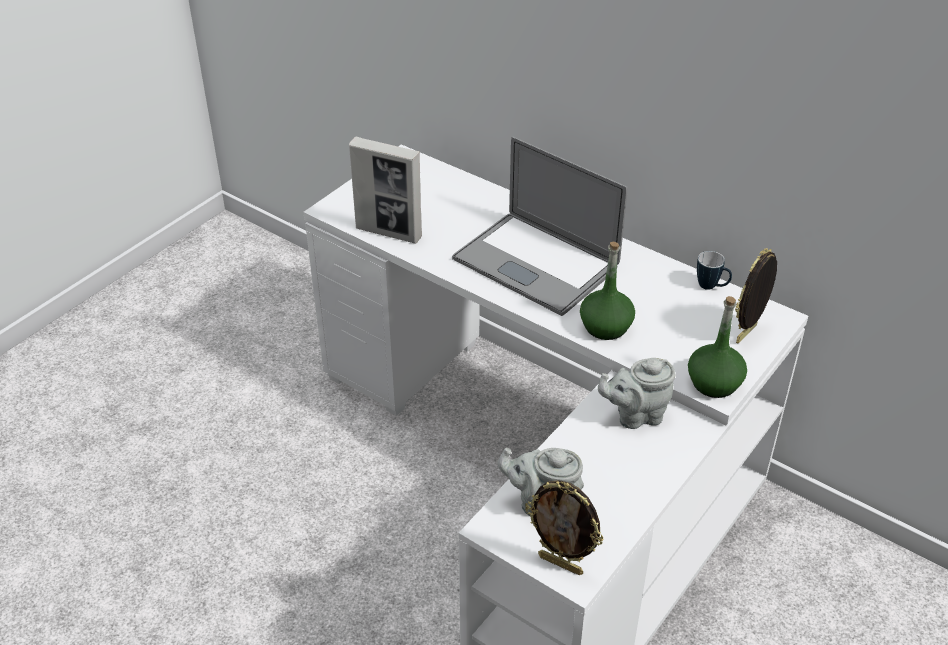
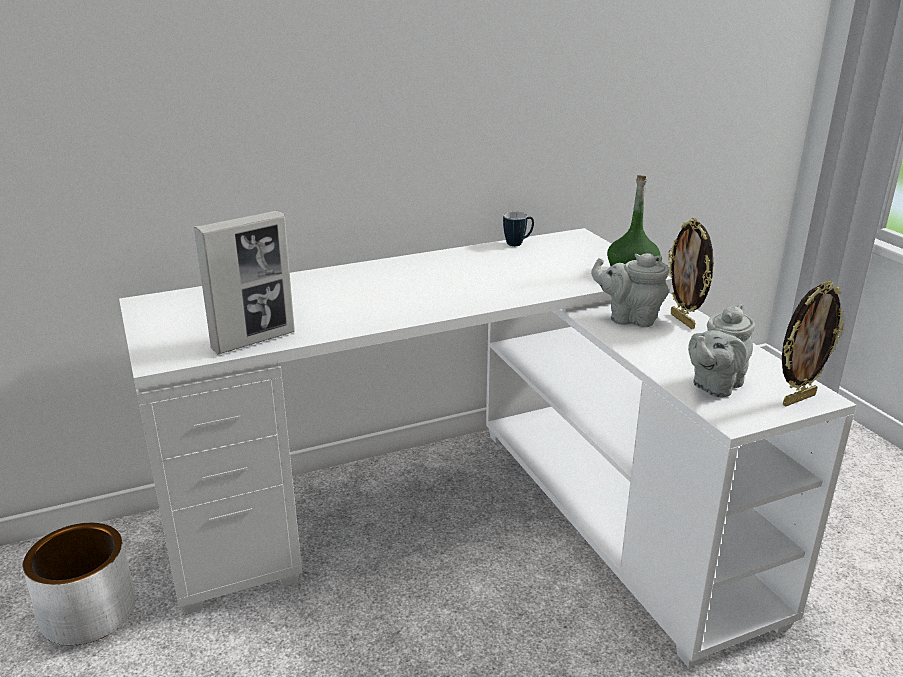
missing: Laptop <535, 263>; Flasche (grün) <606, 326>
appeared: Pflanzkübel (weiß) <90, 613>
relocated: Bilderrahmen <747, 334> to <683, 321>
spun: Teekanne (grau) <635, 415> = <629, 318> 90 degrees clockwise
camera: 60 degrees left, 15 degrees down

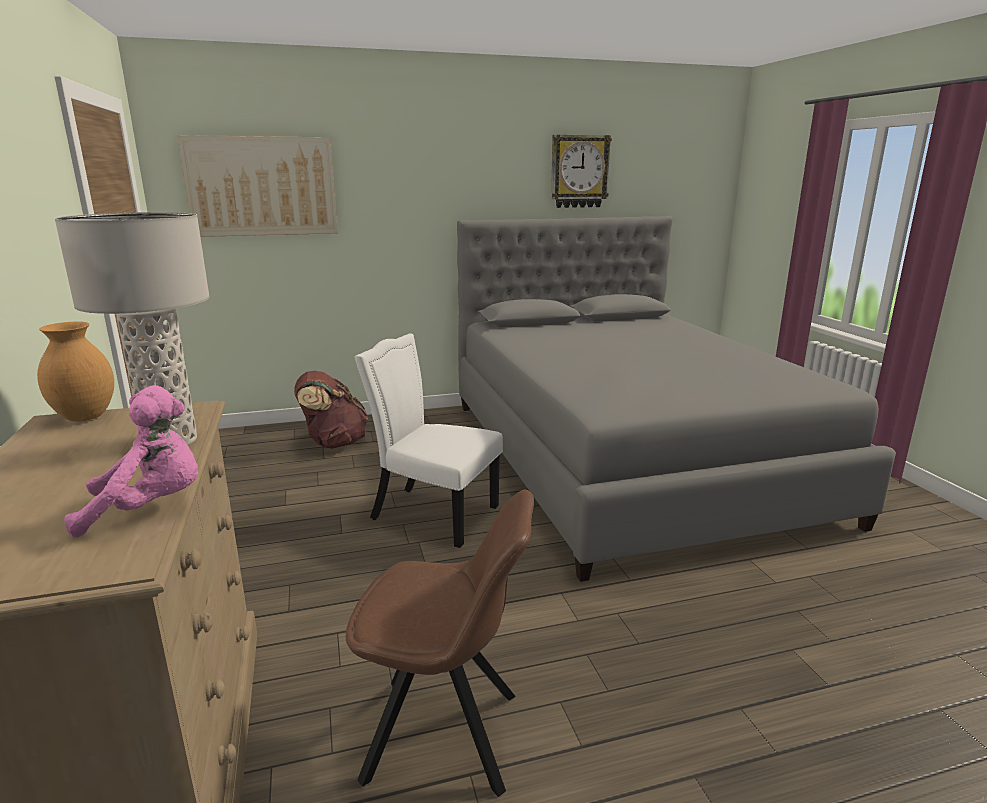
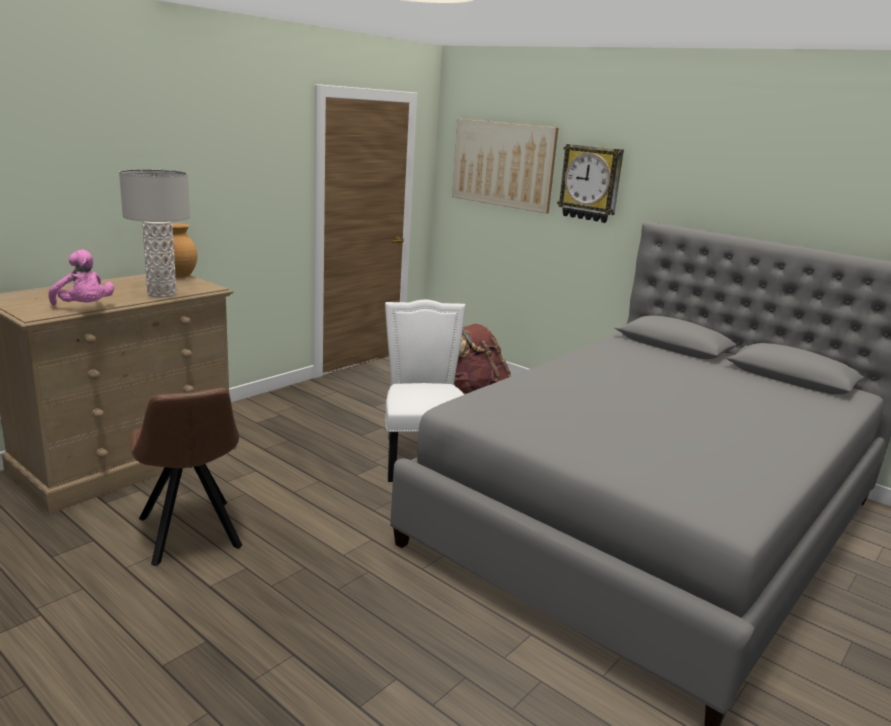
relocated: Wanduhr <579, 171> to <590, 183>
camera: 55 degrees right, 0 degrees up

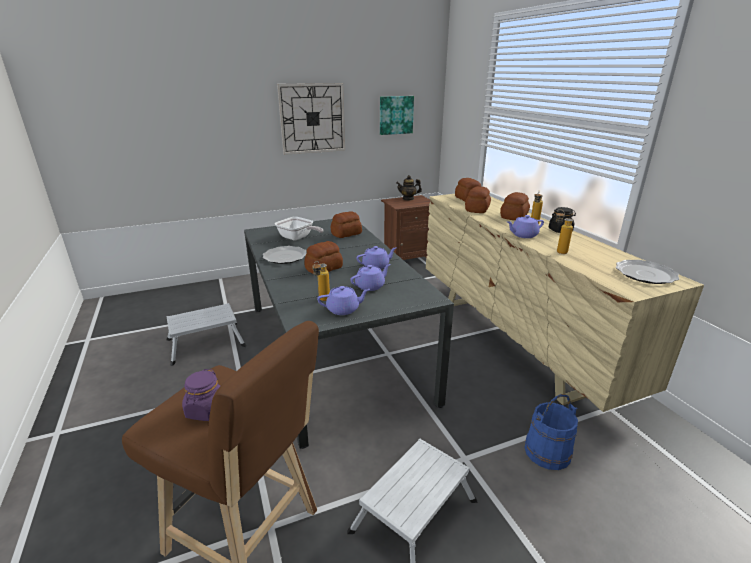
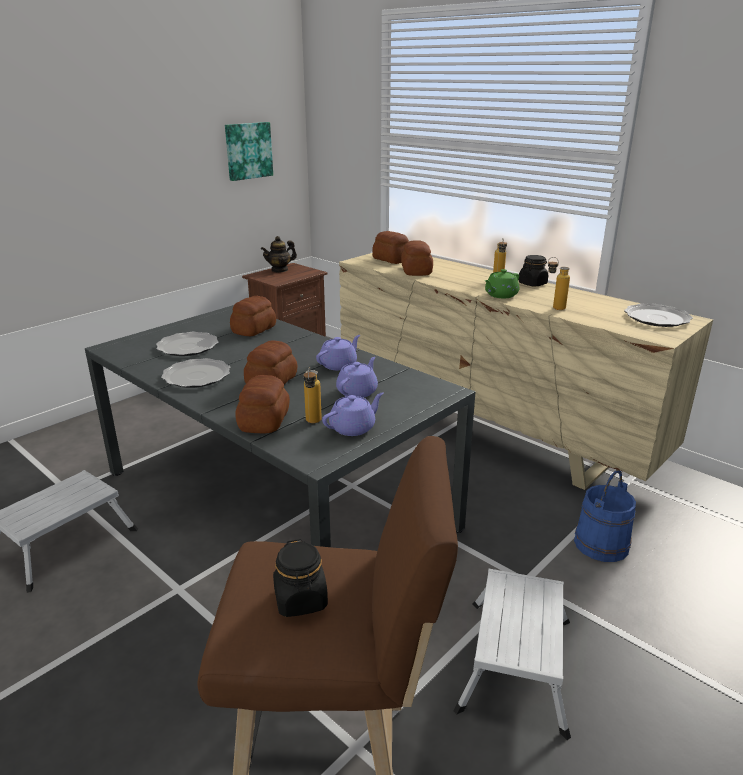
missing: Wanduhr <312, 118>
relocated: Brot <513, 216> to <263, 421>
exchanged: Pfanne <298, 238> to Teller <188, 347>
colour: Vorratsglas (lila) <206, 410> to Vorratsglas (schwarz) <301, 600>; Teekanne (lila) <523, 235> to Teekanne (grün) <500, 295>
camera: 25 degrees left, 0 degrees up

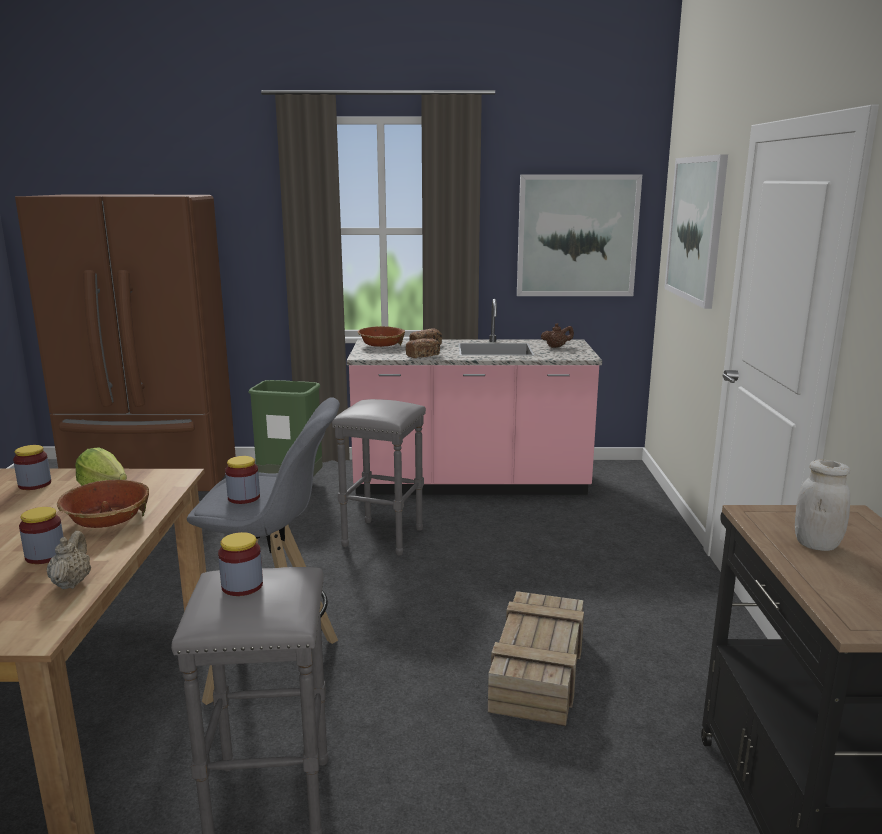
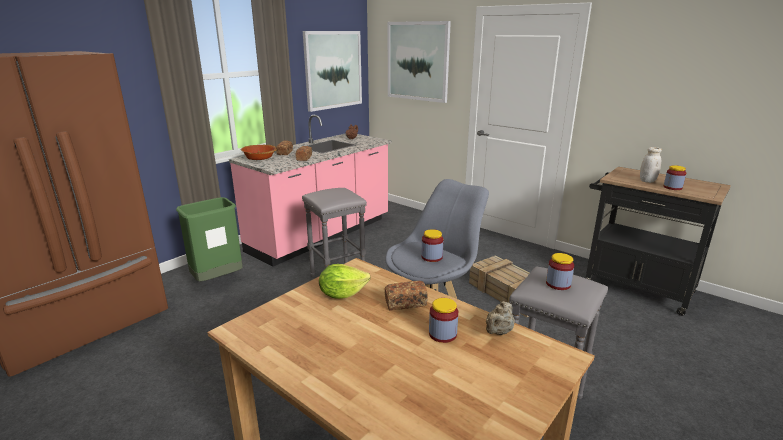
relocated: Vorratsglas <35, 484> to <672, 187>
exchanged: Schüssel <107, 520> to Brot <405, 303>
spun: Teekanne (beige) <72, 583> = <498, 332> 90 degrees counterclockwise
camera: 50 degrees left, 5 degrees up

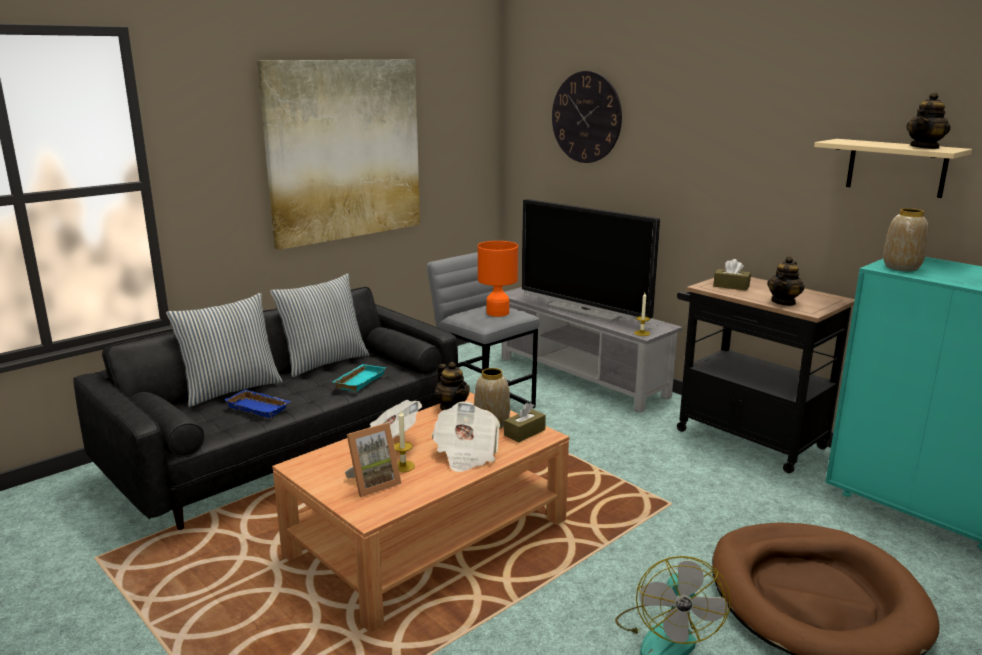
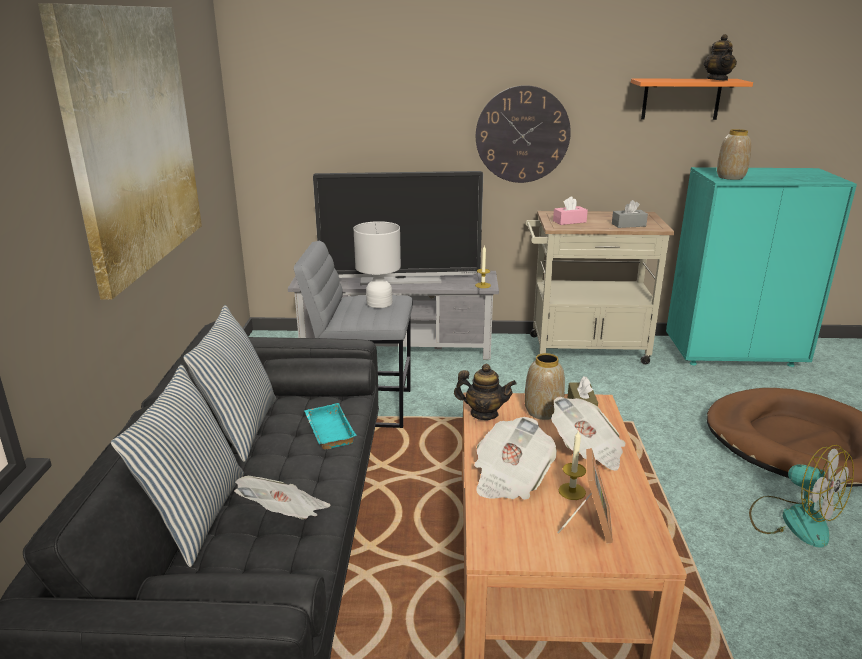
relocated: Wanduhr <586, 117> to <522, 135>
exchanged: Tablett (blau) <260, 407> to Zeitung <285, 516>; Teekanne <784, 302> to Taschentuchbox (grau) <628, 225>
colour: Tischlampe (orange) <497, 313> to Tischlampe (grau) <379, 303>; Rollwagen (schwarz) <746, 438> to Rollwagen (beige) <583, 349>; Taschentuchbox (braun) <731, 286> to Taschentuchbox (rosa) <569, 221>; Wandregal (beige) <896, 168> to Wandregal (orange) <681, 99>
camera: 45 degrees left, 5 degrees up

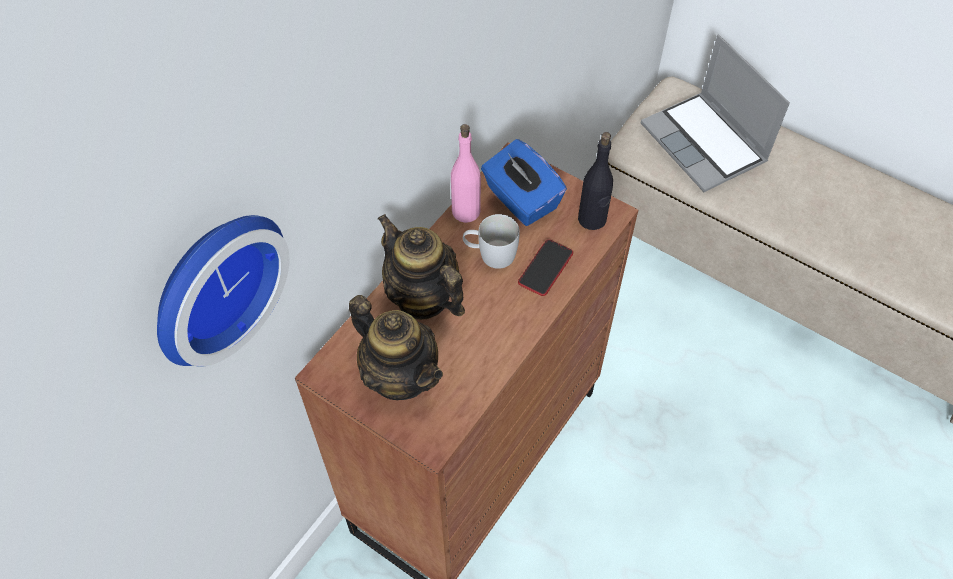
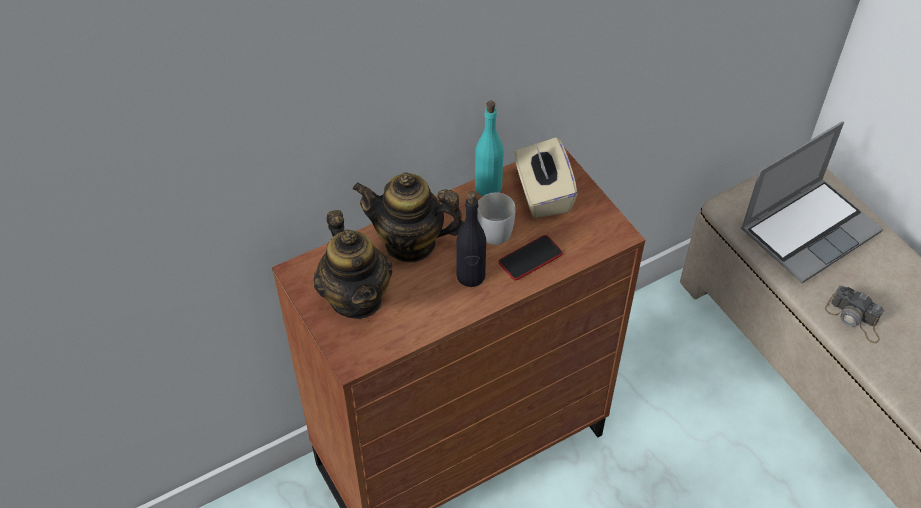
missing: Wanduhr <212, 283>
appeared: Kamera <854, 319>
relocated: Flasche (schwarz) <592, 219> to <470, 276>
colour: Flasche (rosa) <466, 211> to Flasche (türkis) <488, 187>; Taschentuchbox (blau) <521, 200> to Taschentuchbox (beige) <542, 194>
spun: Teekanne <422, 297> = <410, 243> 60 degrees counterclockwise; Laptop <705, 144> = <809, 230> 120 degrees counterclockwise
camera: 25 degrees right, 5 degrees down

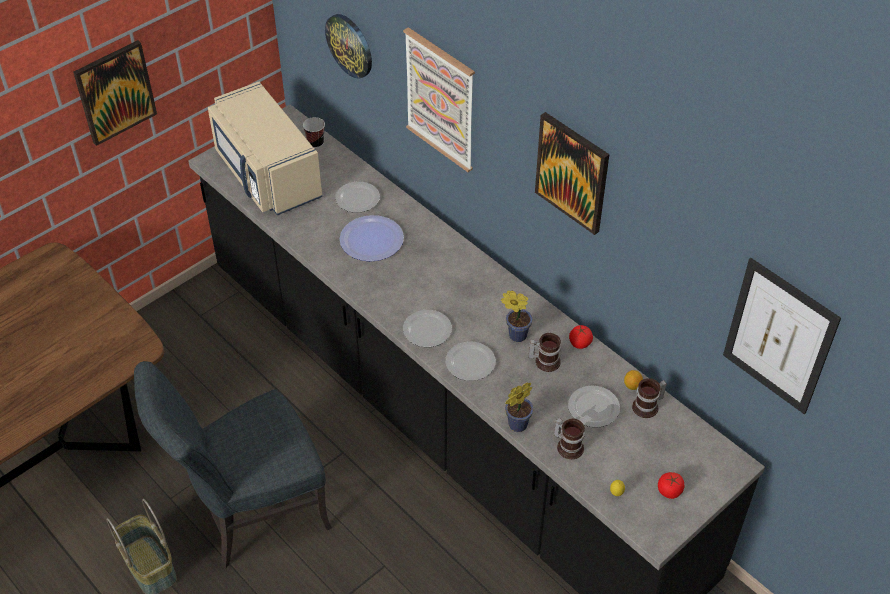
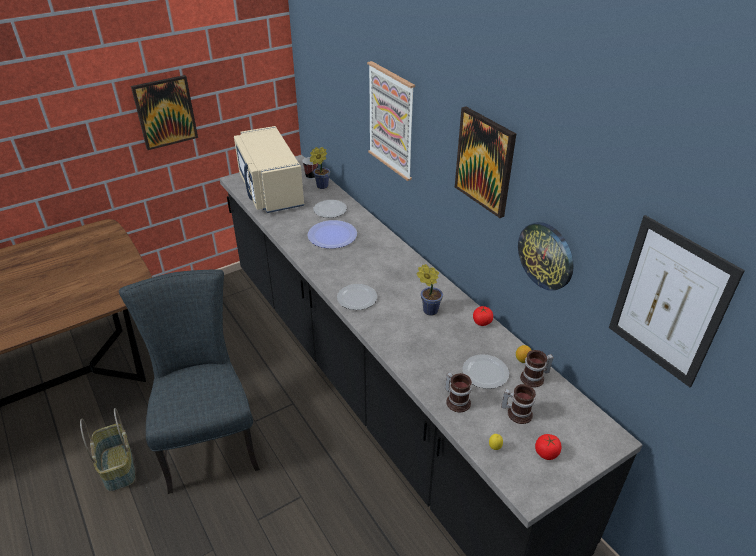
missing: Teller <469, 363>
relocated: Topfpflanze <515, 425> to <320, 186>; Henkelbecher <545, 360> to <517, 412>; Wanduhr <350, 45> to <546, 255>
spun: Stuhl (grau) <250, 513> = <208, 438> 90 degrees clockwise
camera: 10 degrees right, 10 degrees down

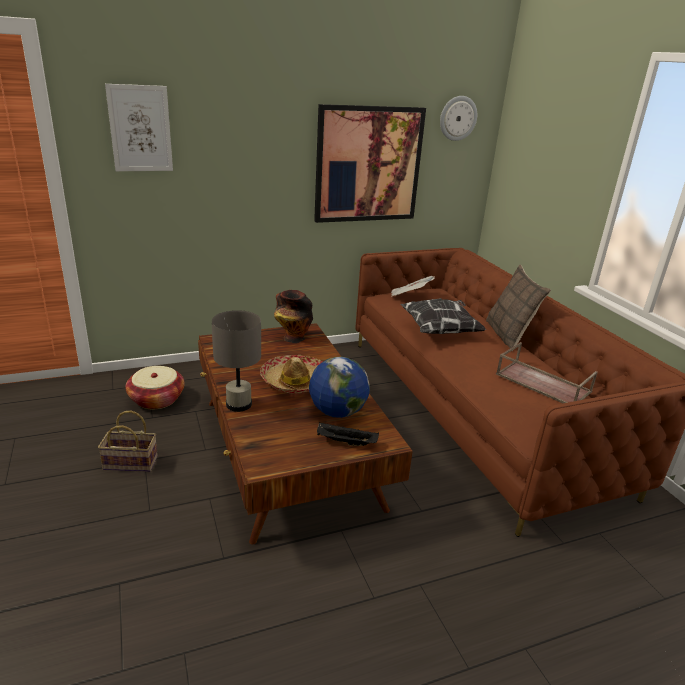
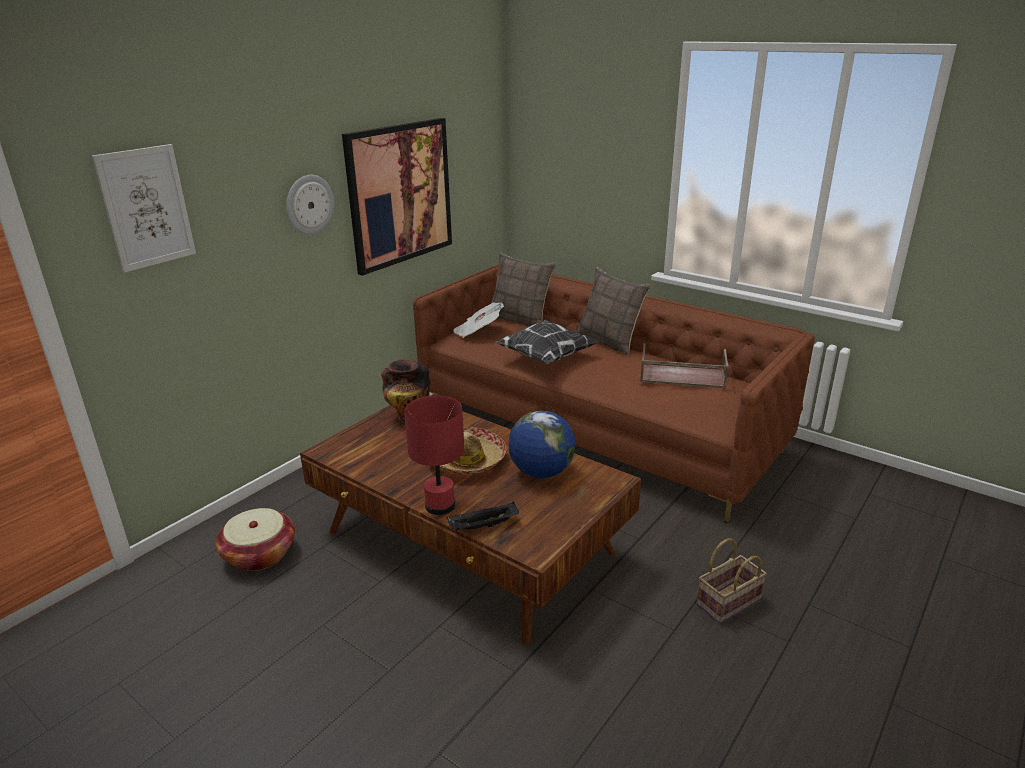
appeared: Kissen <520, 319>
relocated: Wanduhr <457, 118> to <309, 204>; Tablett (schwarz) <345, 442> to <483, 527>; Korb <129, 463> to <728, 603>
colour: Tischlampe (grau) <239, 405> to Tischlampe (rot) <440, 506>
camera: 30 degrees left, 0 degrees up

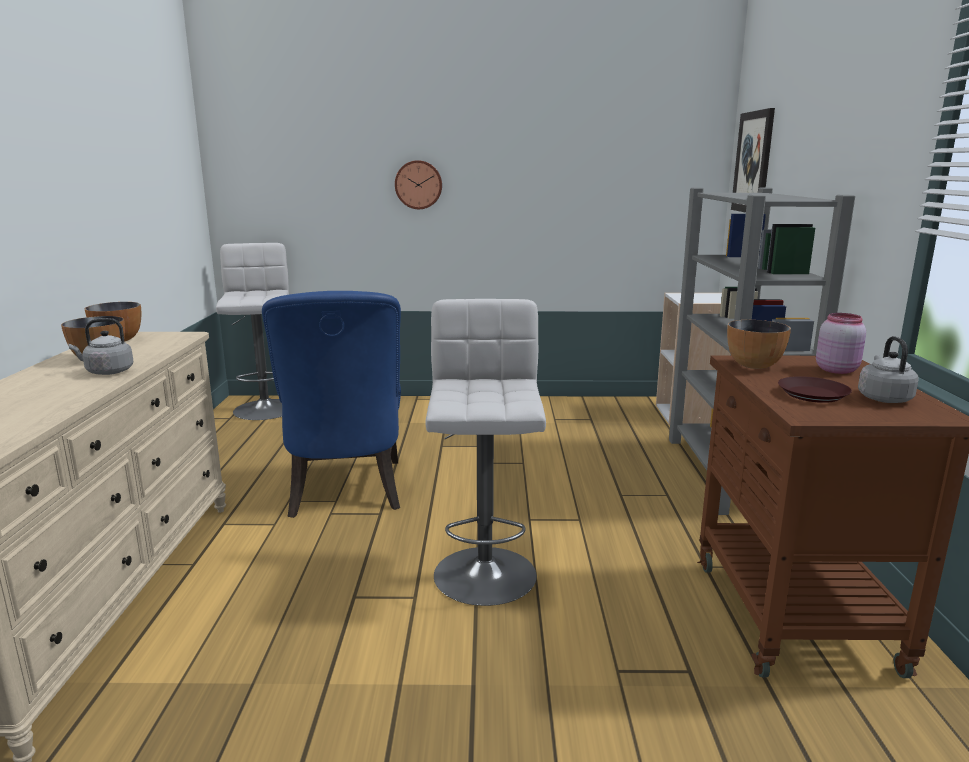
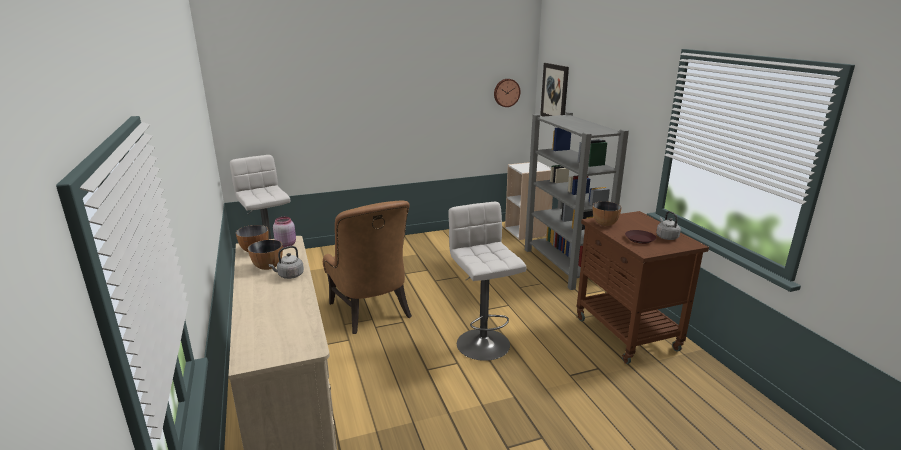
relocated: Vorratsglas (rosa) <837, 370> to <286, 244>; Wanduhr <418, 185> to <506, 92>
colour: Stuhl (blau) <345, 488> to Stuhl (braun) <371, 310>
camera: 20 degrees left, 5 degrees up

